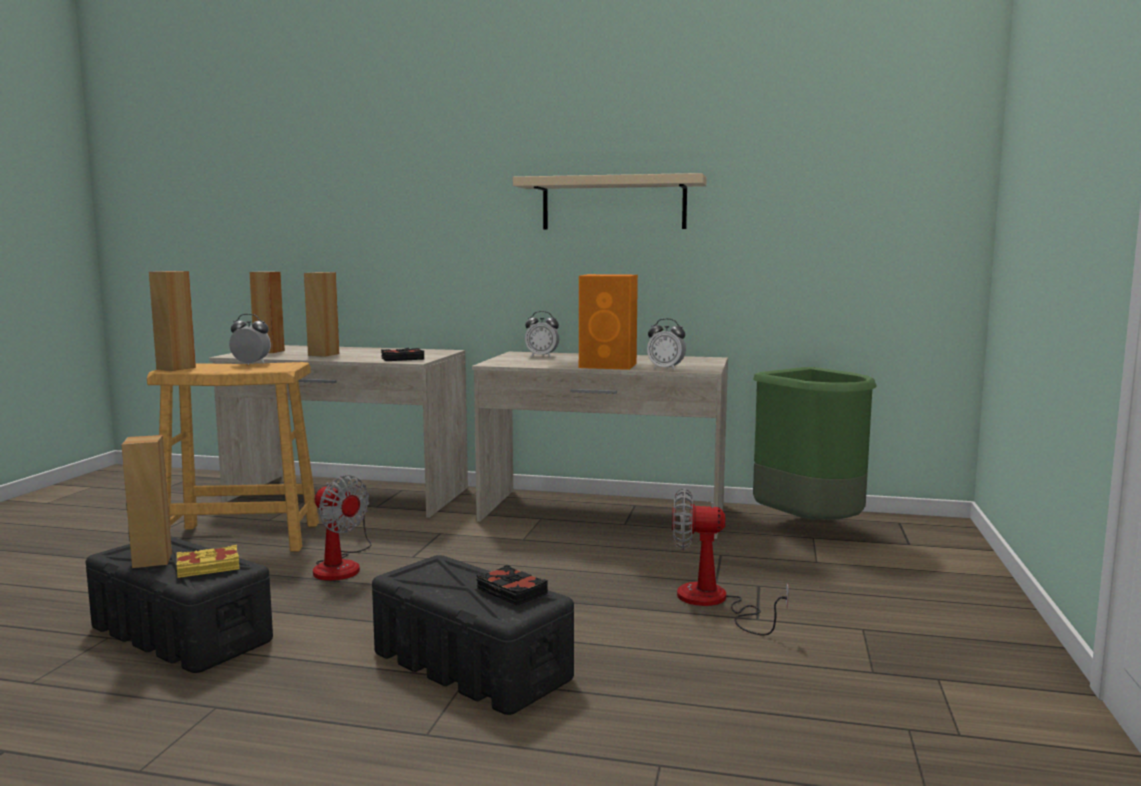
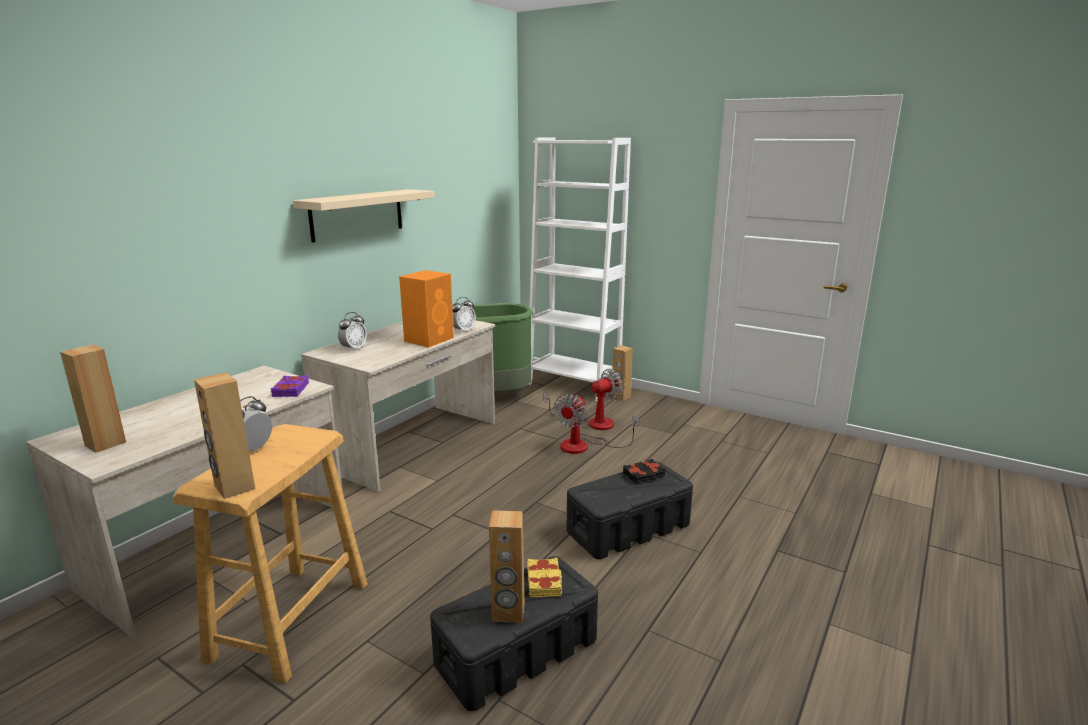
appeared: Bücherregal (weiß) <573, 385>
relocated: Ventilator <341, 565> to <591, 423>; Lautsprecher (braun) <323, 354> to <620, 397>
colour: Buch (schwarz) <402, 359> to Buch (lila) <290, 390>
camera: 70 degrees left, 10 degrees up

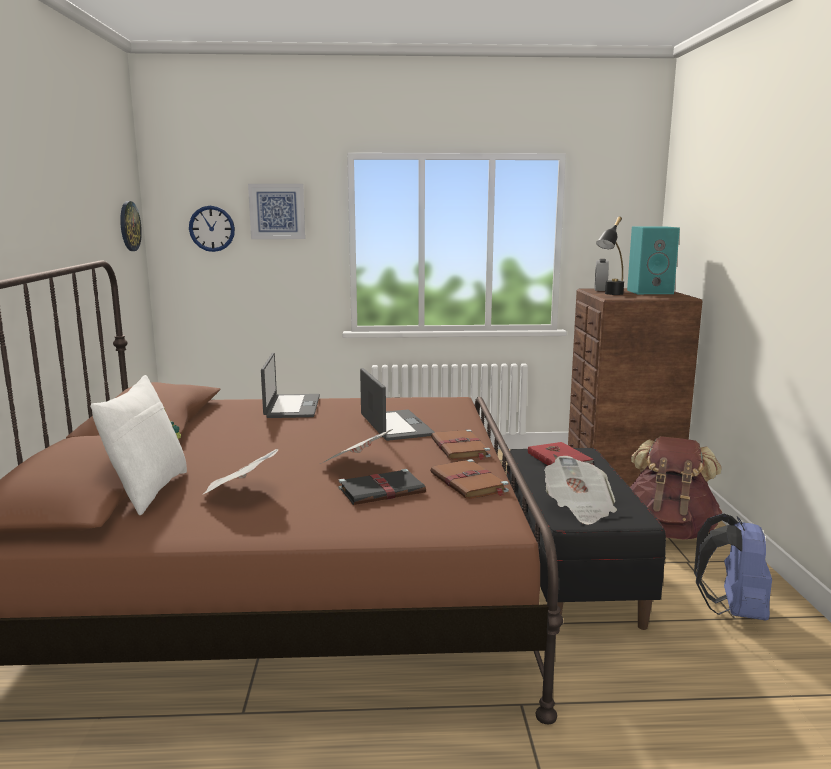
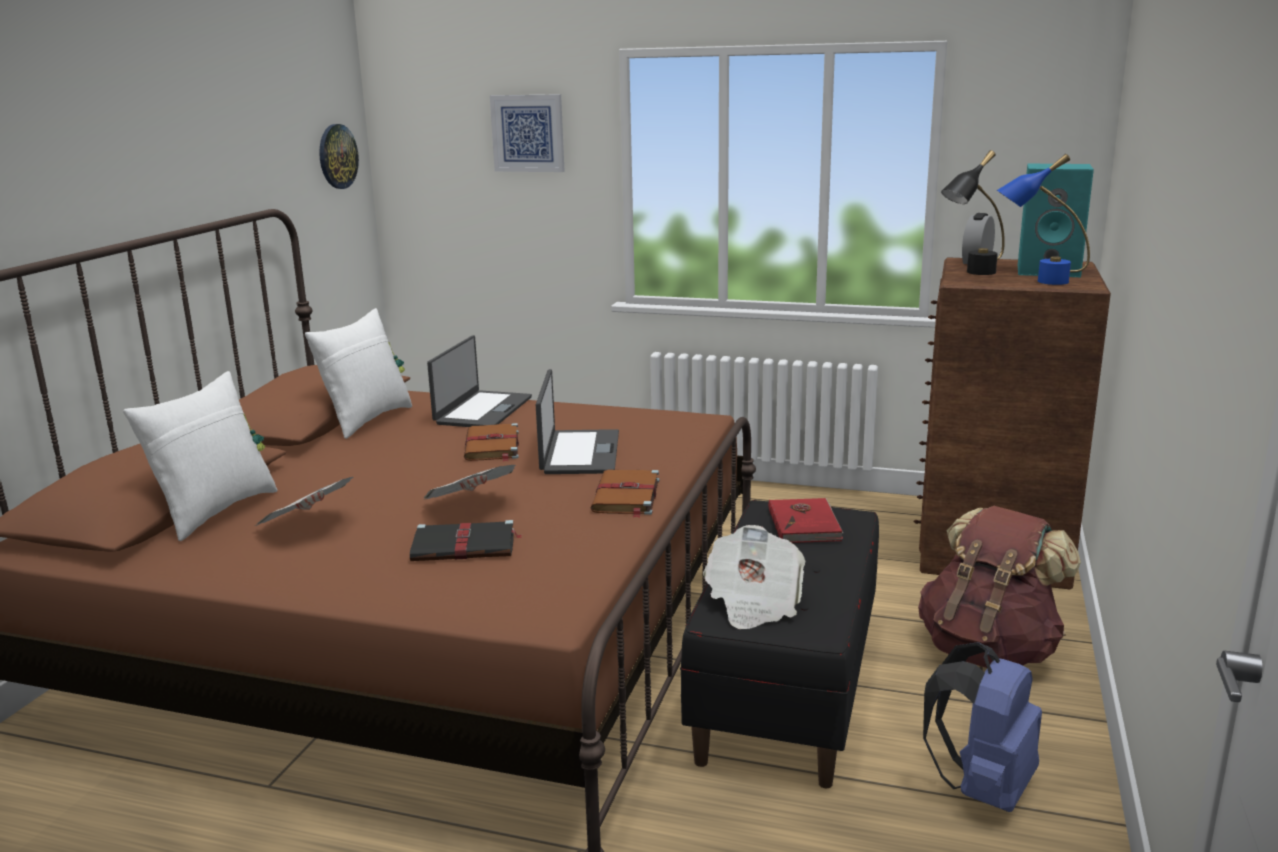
missing: Wanduhr <212, 228>
appeared: Kissen (weiß) <367, 421>; Tischlampe (blau) <1037, 281>
relocated: Buch (braun) <469, 483> to <492, 446>
camera: 20 degrees right, 5 degrees up

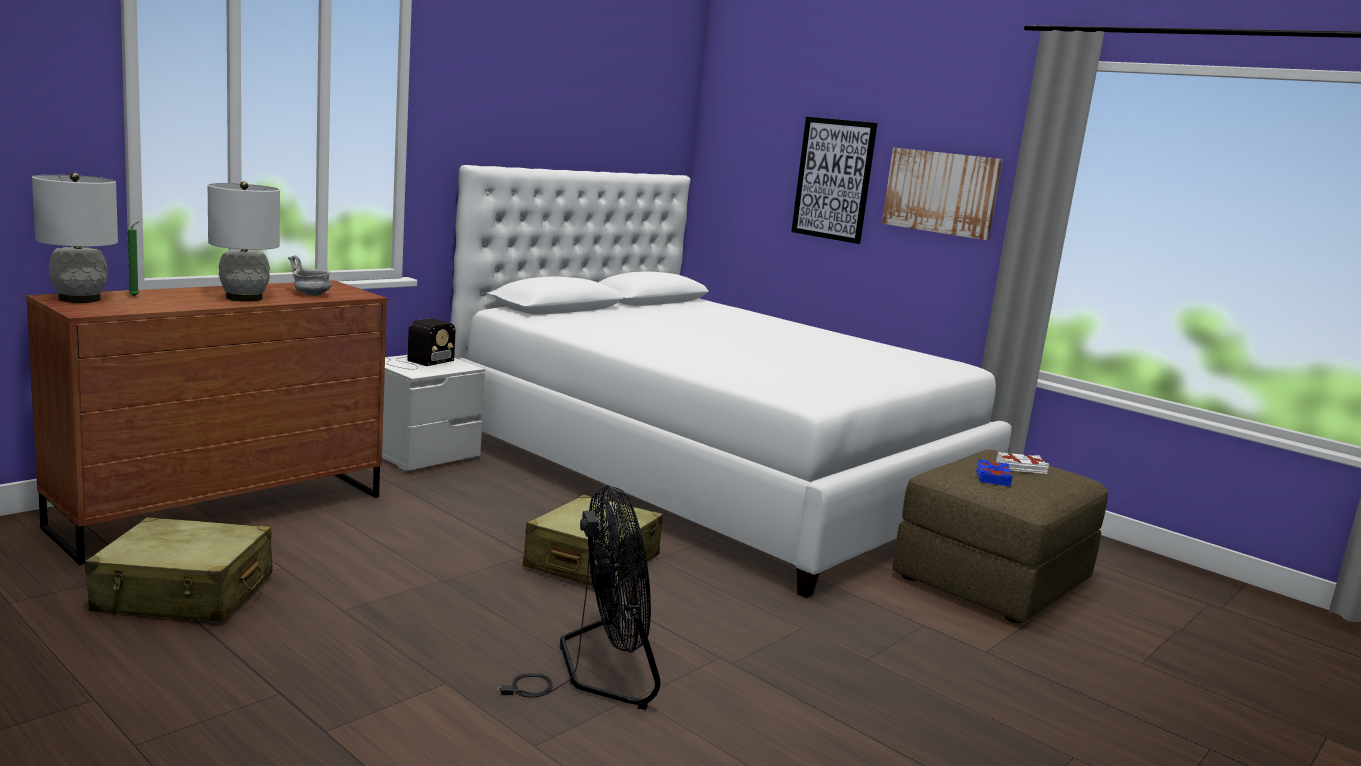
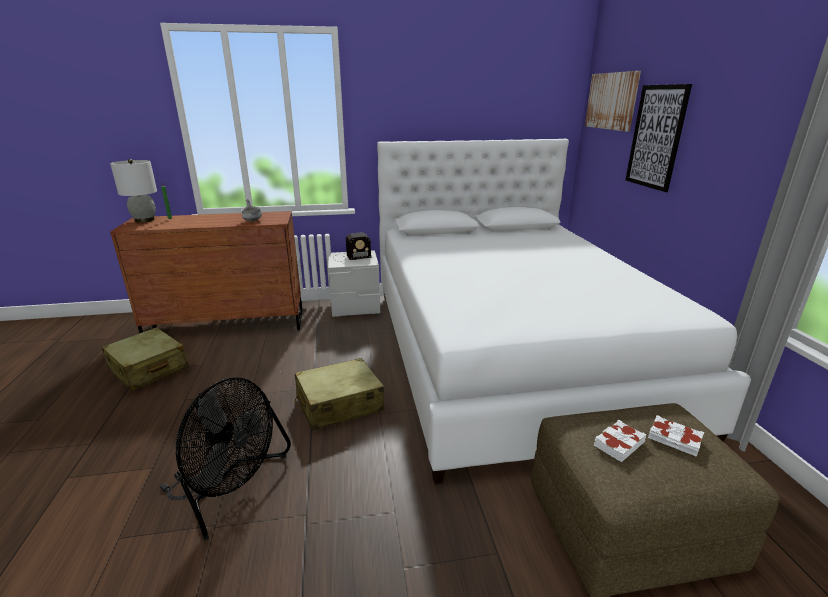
missing: Tischlampe (weiß) <244, 298>
relocated: Bild <941, 192> to <612, 101>
colour: Buch (blau) <992, 477> to Buch (weiß) <618, 444>
camera: 40 degrees right, 10 degrees up

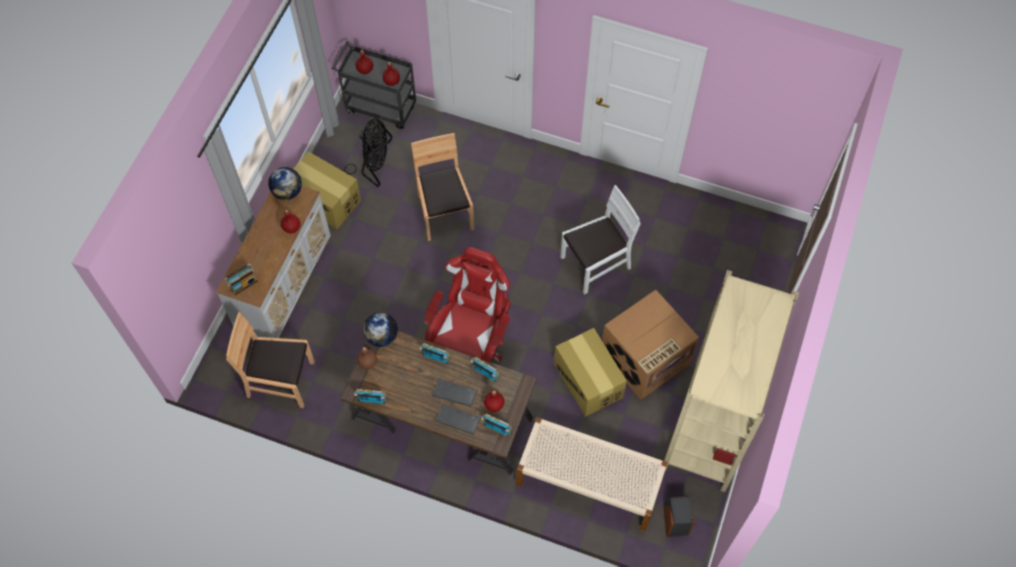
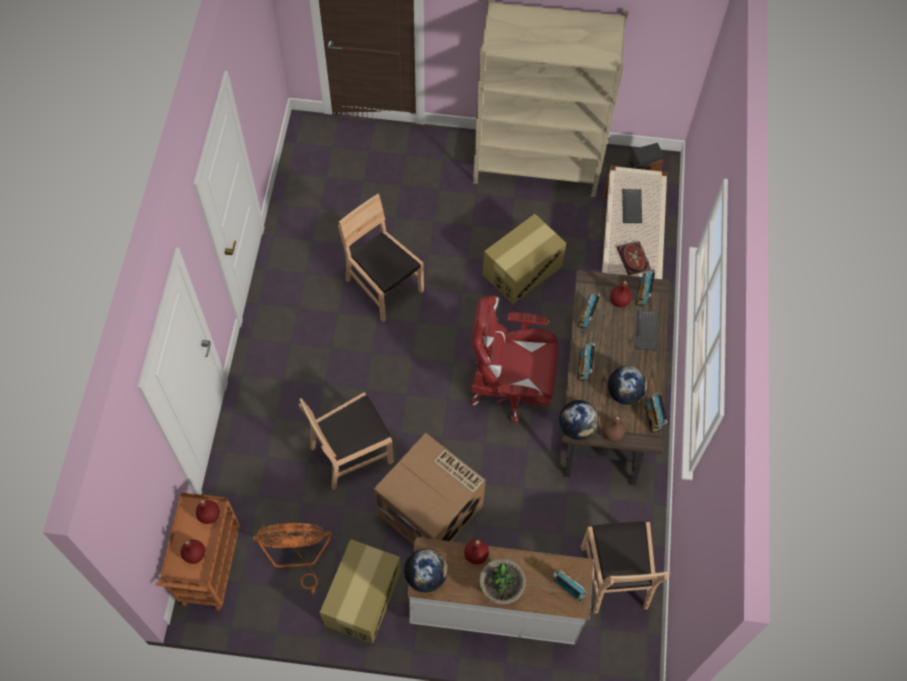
appeared: Topfpflanze <500, 589>; Globus <624, 393>; Buch <634, 260>
relocated: Karton <644, 359> to <431, 510>; Tastatur <453, 394> to <632, 207>
colour: Rollwagen (grau) <379, 110> to Rollwagen (orange) <210, 570>; Ventilator (schwarz) <372, 164> to Ventilator (orange) <297, 556>; Stuhl (weiß) <595, 264> to Stuhl (braun) <384, 286>
camera: 105 degrees left, 0 degrees up

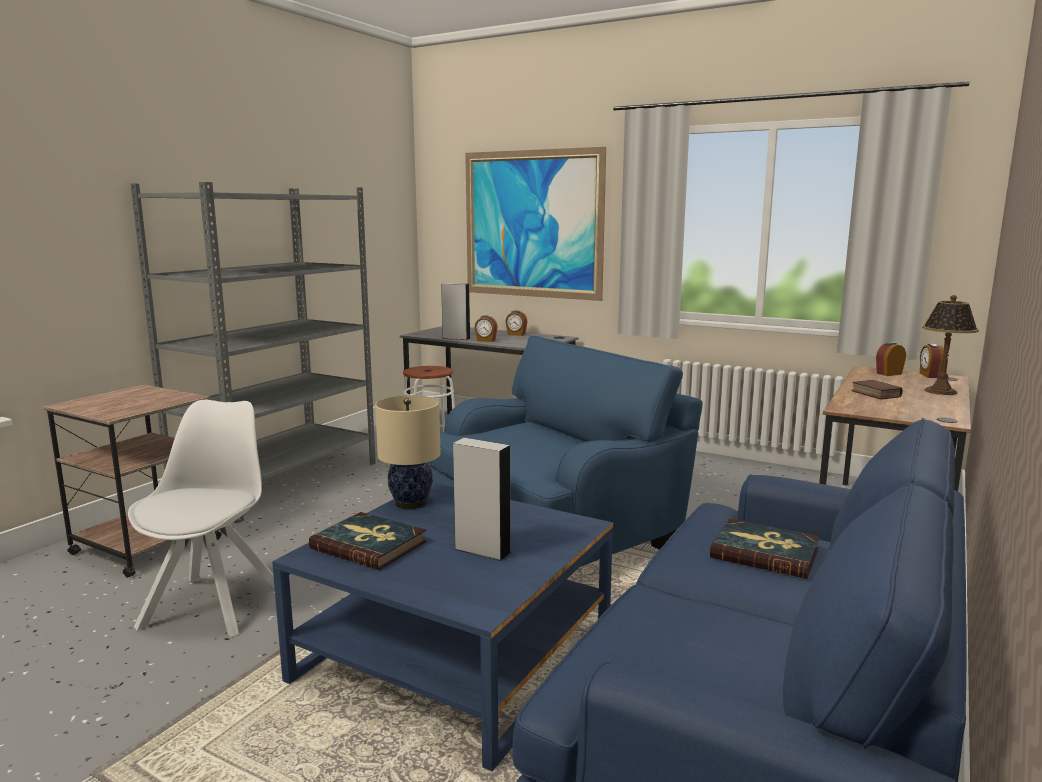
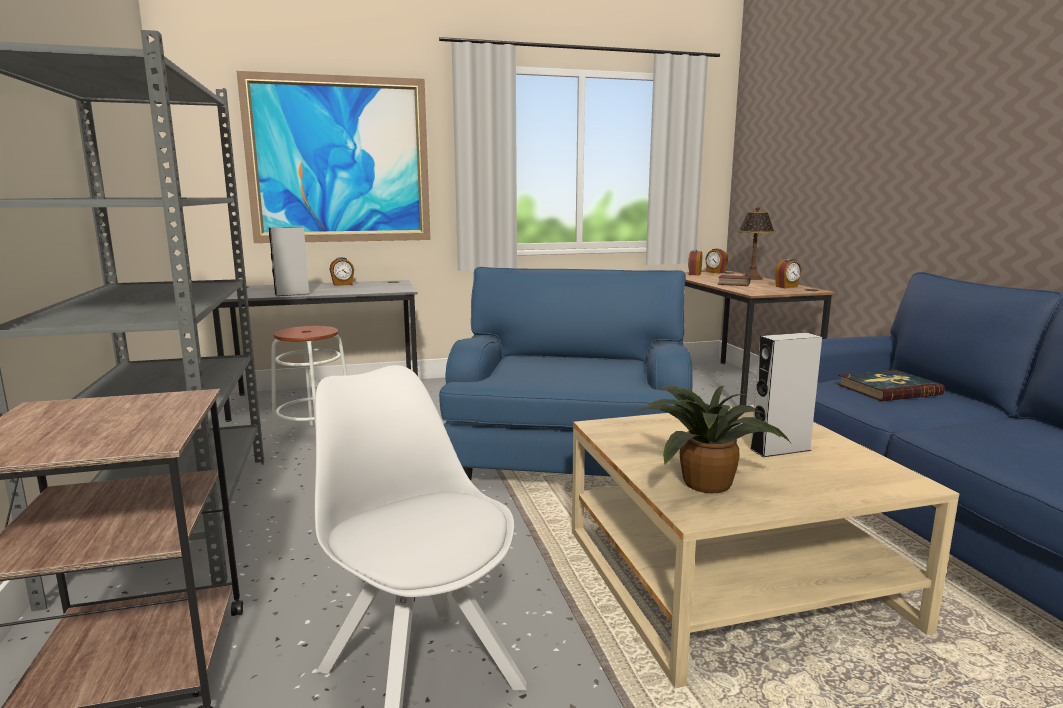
missing: Tischlampe (beige) <410, 503>
relocated: Wecker <486, 340> to <787, 287>
exchanged: Buch <369, 545> to Topfpflanze <705, 482>
colour: Couchtisch (blau) <455, 655> to Couchtisch (beige) <730, 577>
camera: 45 degrees left, 0 degrees up

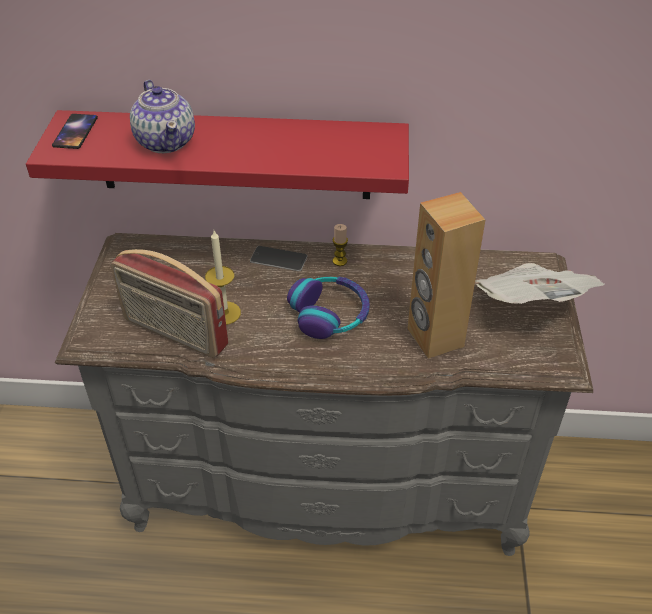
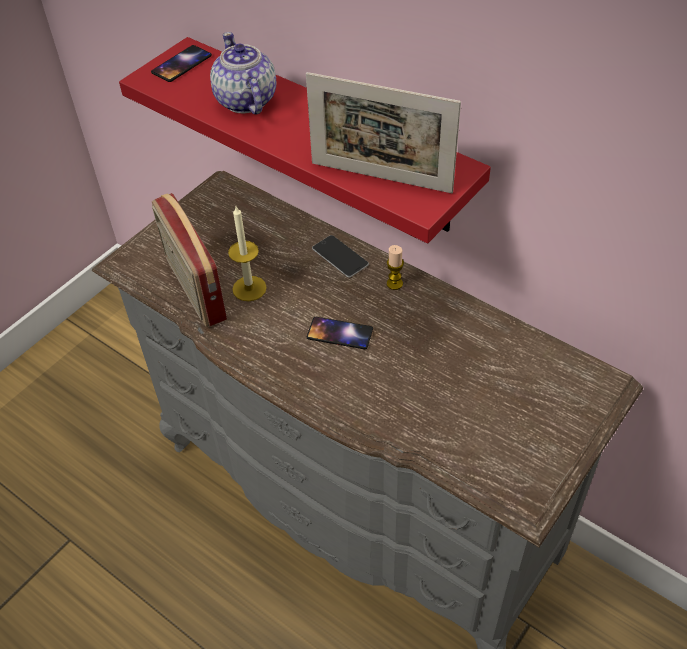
missing: Lautsprecher (braun) <434, 338>; Zeitung <530, 305>
appeared: Bilderrahmen <381, 177>
exchanged: Kopfhörer <330, 314> to Handy <339, 333>
spun: Teekanne <166, 141> = <245, 101> 150 degrees clockwise
camera: 35 degrees right, 5 degrees up

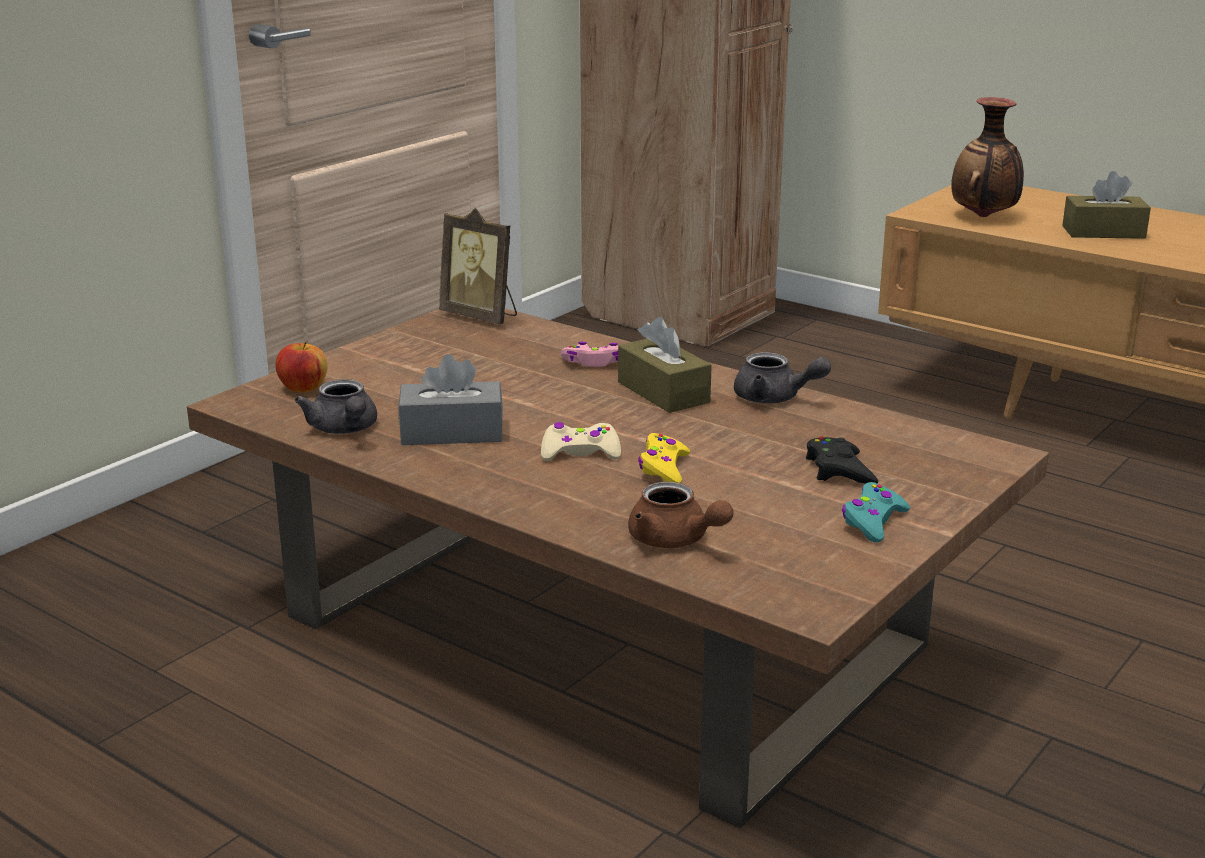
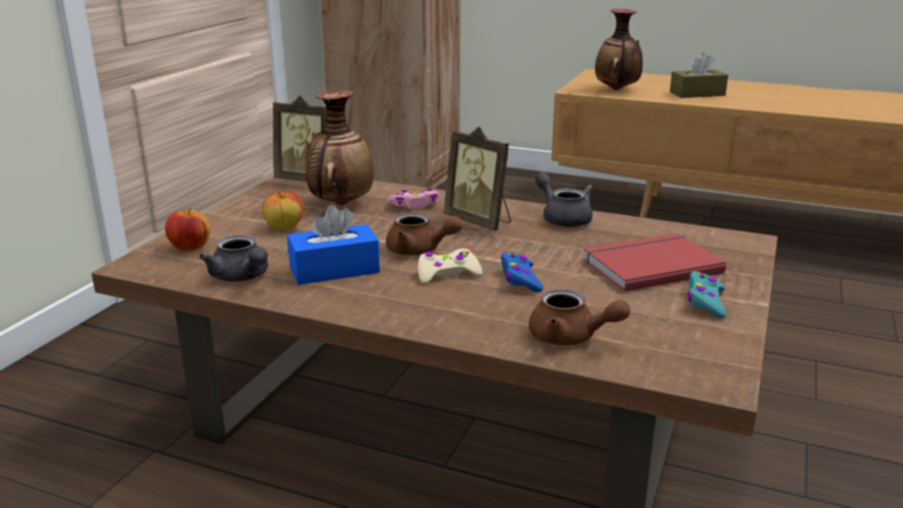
appeared: Apfel <285, 228>; Vase <340, 204>; Teekanne (braun) <419, 250>
exchanged: Taschentuchbox (braun) <663, 392> to Bilderrahmen <479, 222>; Gamepad (schwarz) <839, 470> to Buch (rot) <649, 265>
colour: Taschentuchbox (grau) <452, 433> to Taschentuchbox (blau) <334, 270>; Gamepad (gelb) <663, 468> to Gamepad (blau) <520, 279>
spun: Teekanne (grau) <775, 398> = <563, 218> 135 degrees counterclockwise
camera: 15 degrees left, 0 degrees up

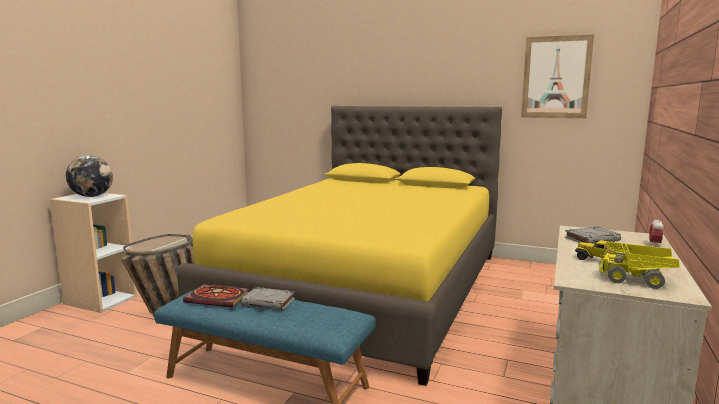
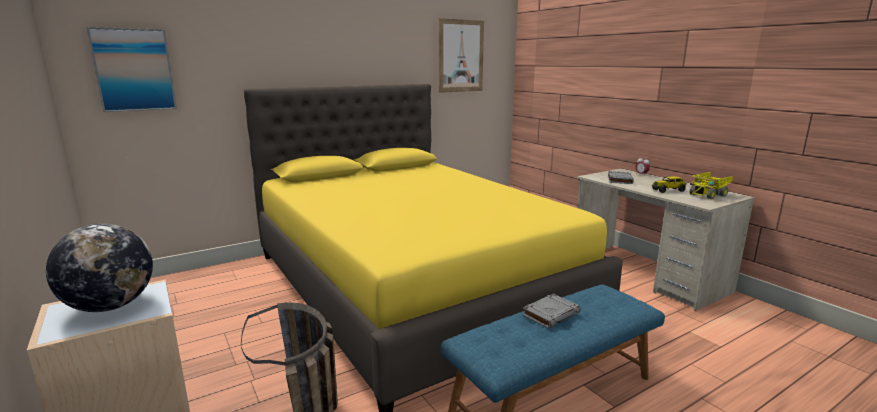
missing: Buch <219, 298>
appeared: Bild <134, 70>
camera: 55 degrees left, 5 degrees up

